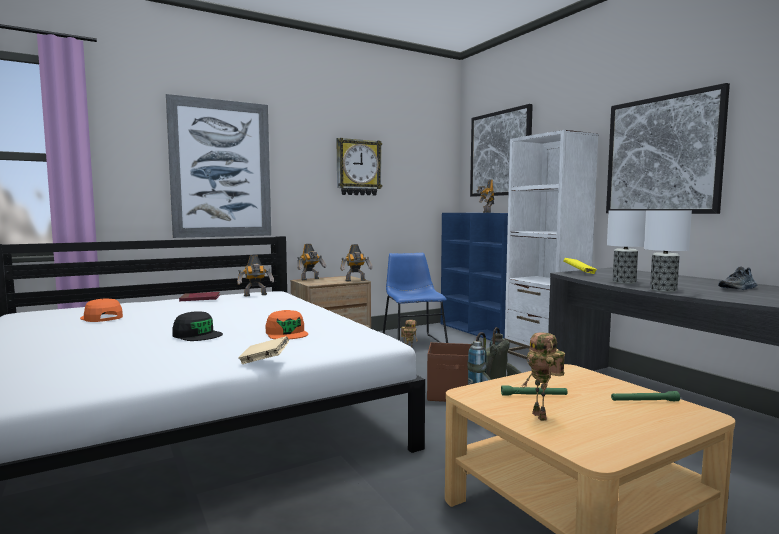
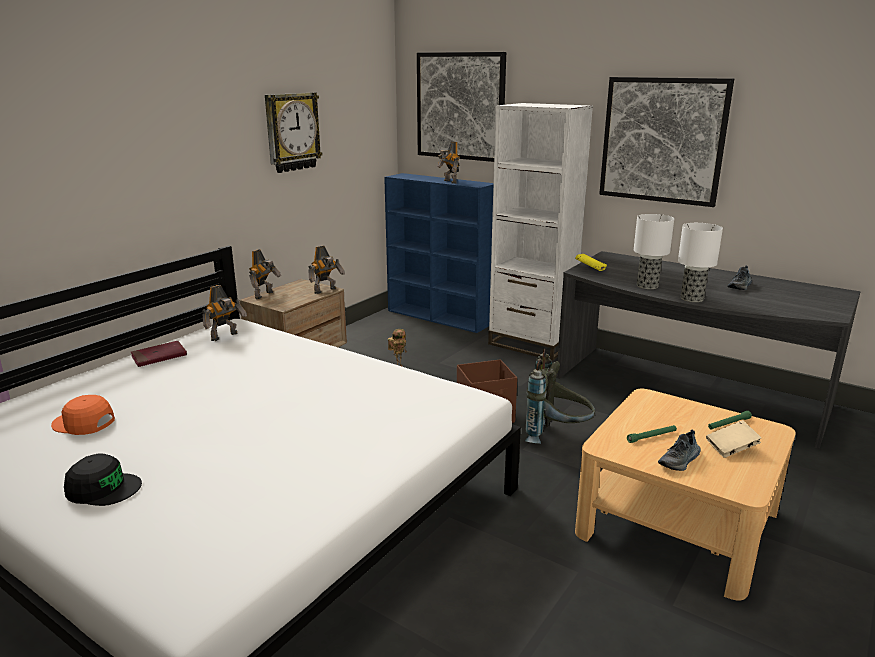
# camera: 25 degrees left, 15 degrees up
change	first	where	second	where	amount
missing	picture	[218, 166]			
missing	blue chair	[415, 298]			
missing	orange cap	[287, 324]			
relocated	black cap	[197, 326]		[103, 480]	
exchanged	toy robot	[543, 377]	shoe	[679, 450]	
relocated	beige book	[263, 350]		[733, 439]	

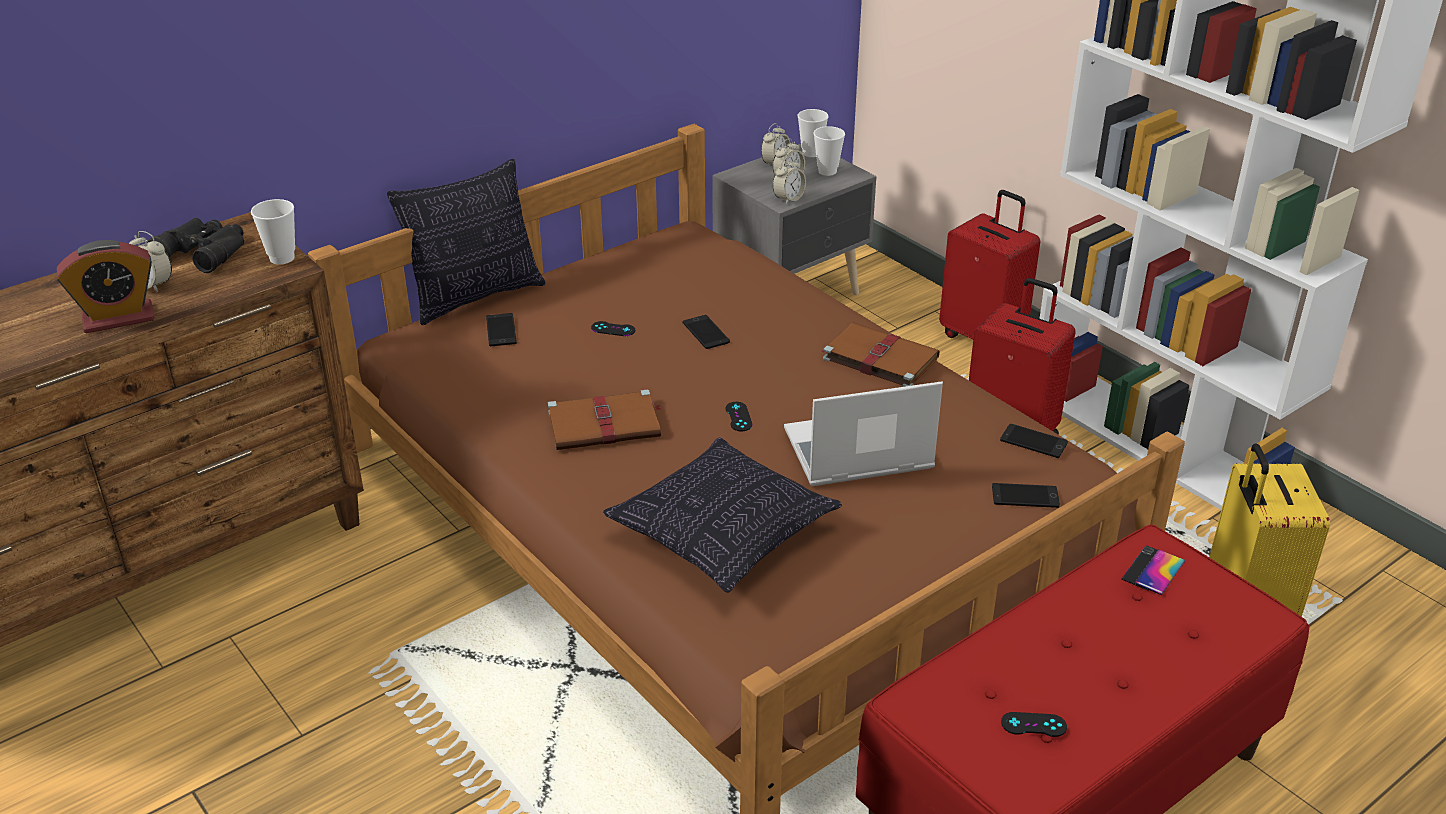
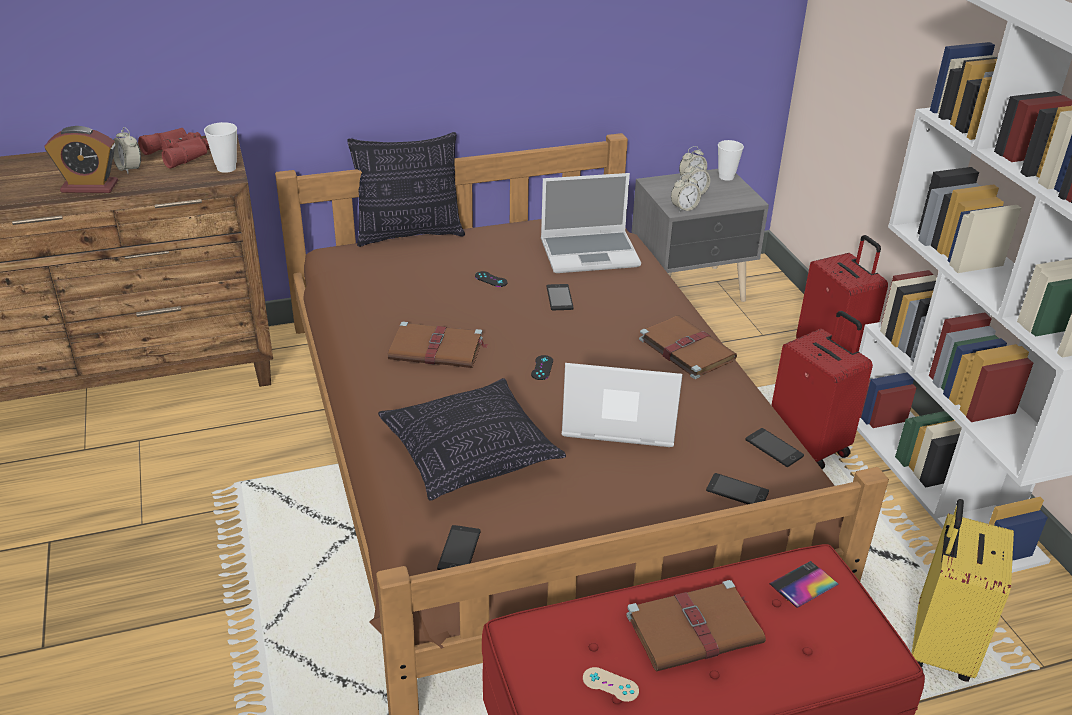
# camera: 20 degrees right, 0 degrees up
change	first	where	second	where	amount
missing	cup	[829, 151]			
colour	black binoculars	[195, 245]	red binoculars	[174, 148]	
relocated	phone	[501, 329]		[459, 547]	
colour	black game controller	[1034, 724]	beige game controller	[611, 684]	
appeared			laptop	[591, 223]	
appeared			brown book	[696, 626]	

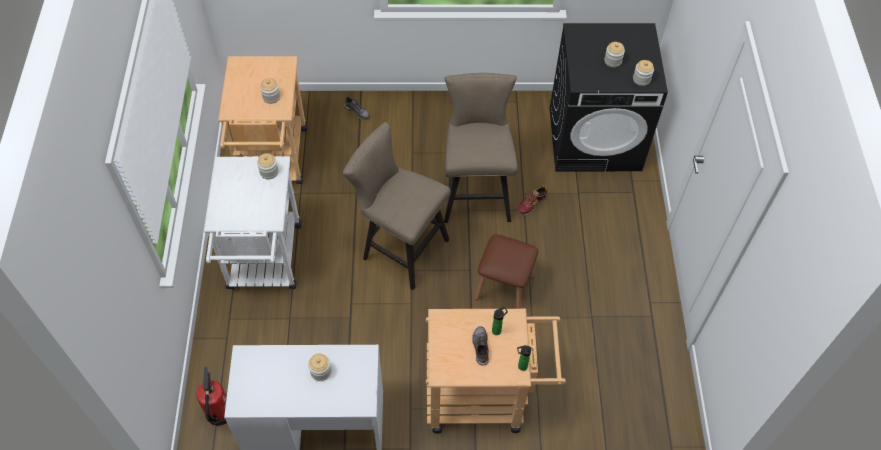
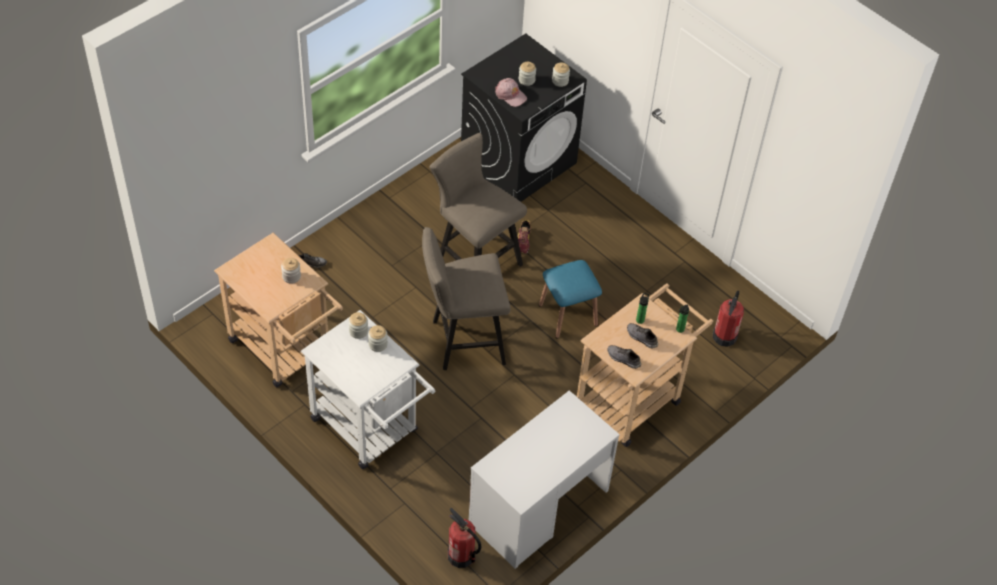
# camera: 45 degrees left, 5 degrees down
change	first	where	second	where	amount
colour	brown stool	[506, 271]	blue stool	[570, 299]	
relocated	jar	[319, 367]		[378, 338]	
appeared			pink cap	[511, 92]	
appeared			fire extinguisher	[728, 319]	
appeared			grey shoe	[624, 357]	

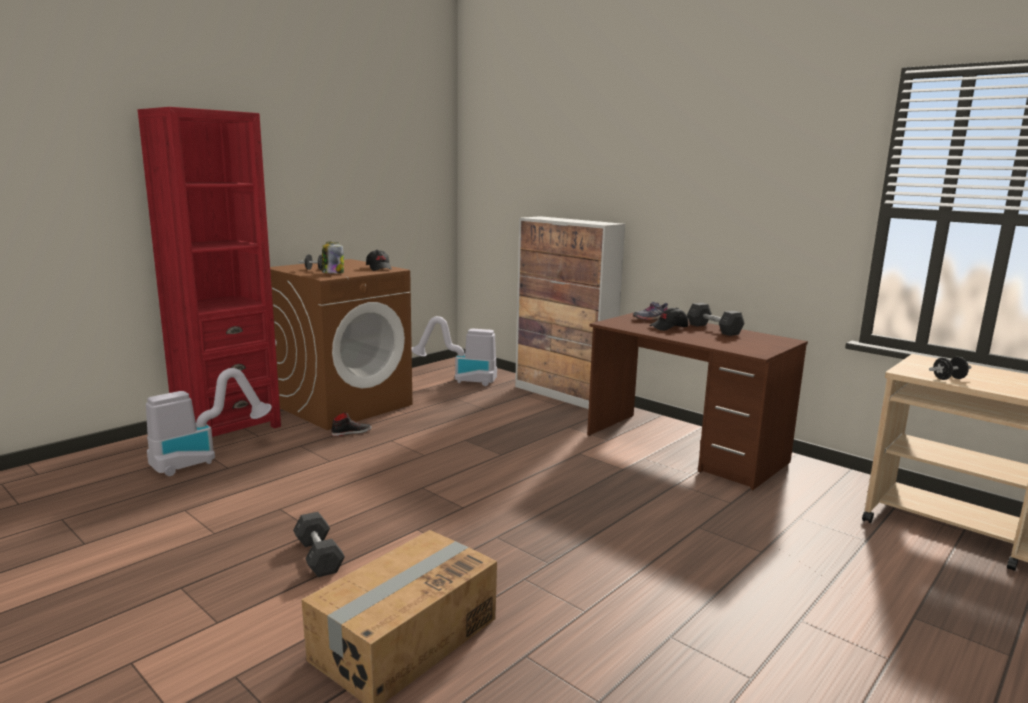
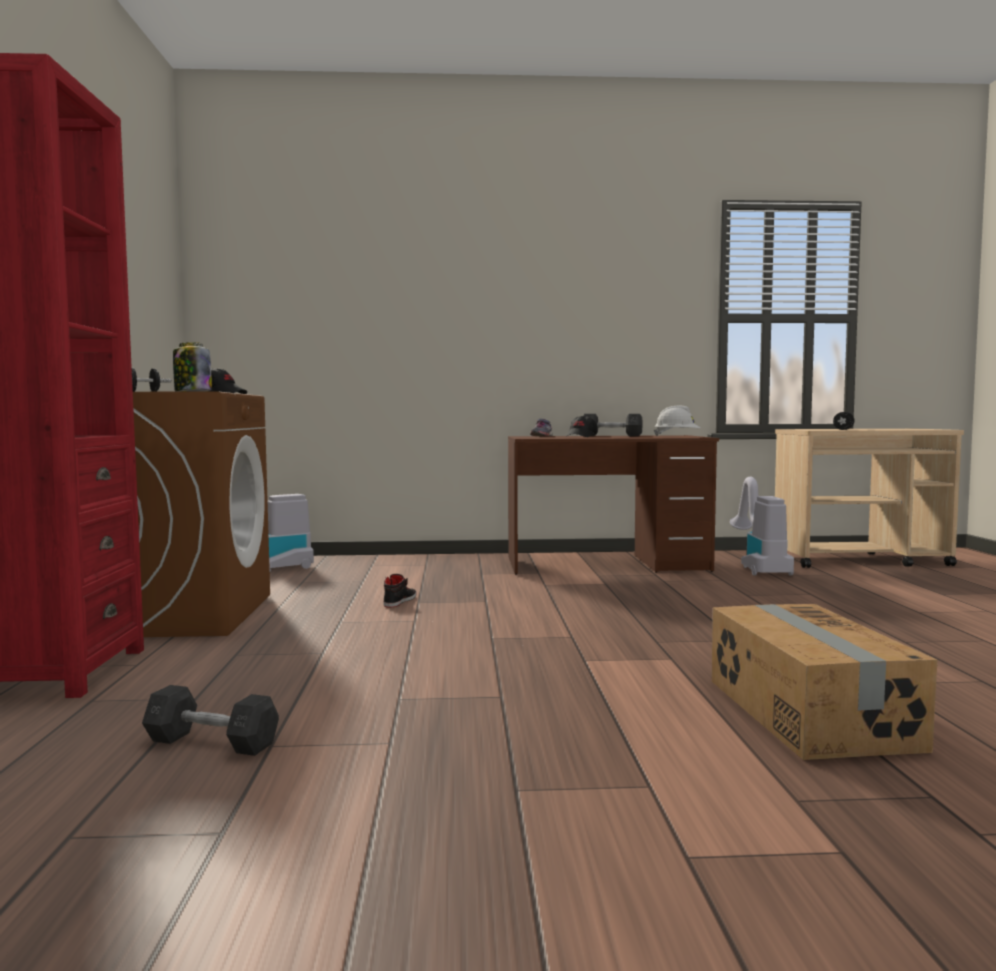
# camera: 45 degrees left, 10 degrees down
change	first	where	second	where	amount
missing	cabinet	[570, 312]			
relocated	vacuum cleaner	[209, 422]		[762, 526]	
relocated	black shoe	[351, 424]		[400, 590]	
relocated	grey dumbbell	[319, 544]		[210, 720]	
appeared			white hard hat	[677, 421]	

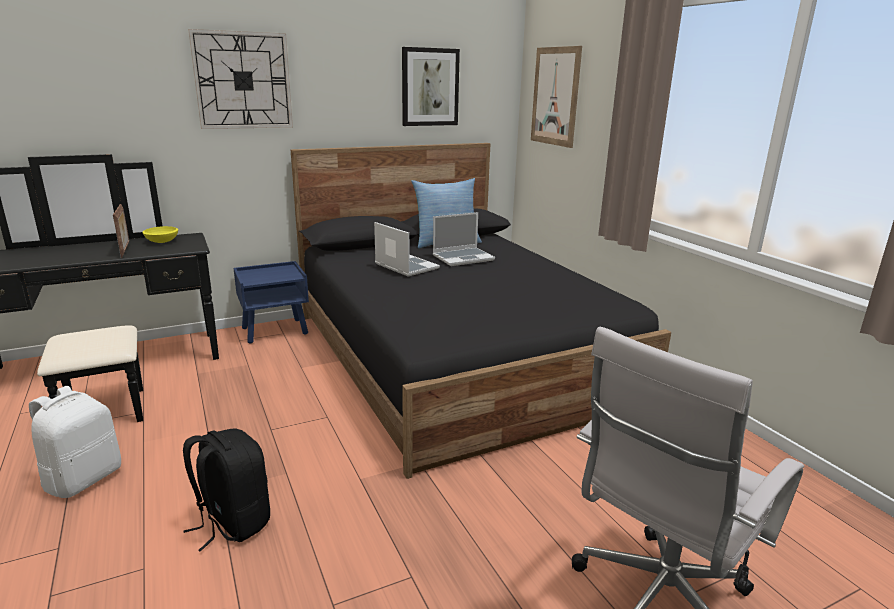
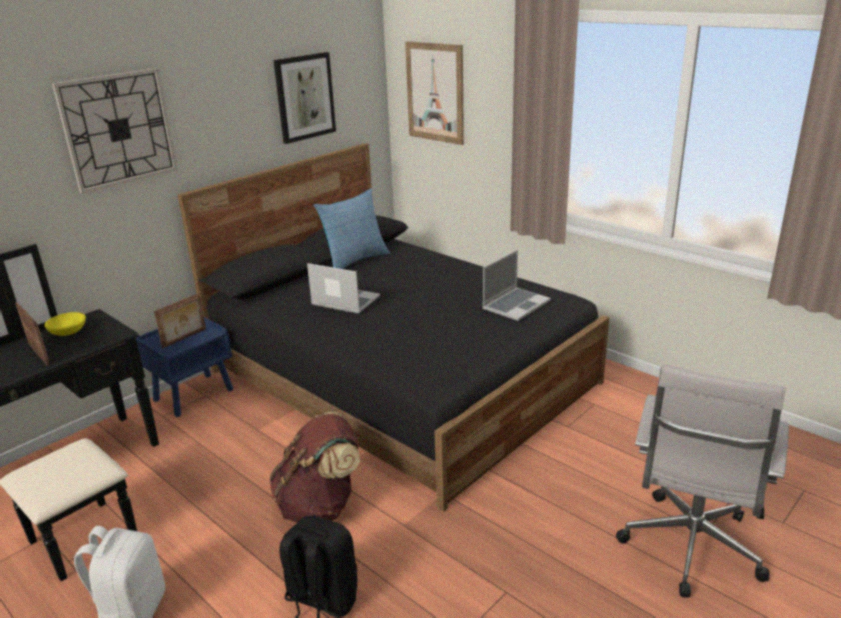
# camera: 20 degrees left, 5 degrees up
change	first	where	second	where	amount
relocated	laptop	[464, 239]		[516, 285]	
appeared			picture frame	[180, 320]	
appeared			brown backpack	[314, 467]	

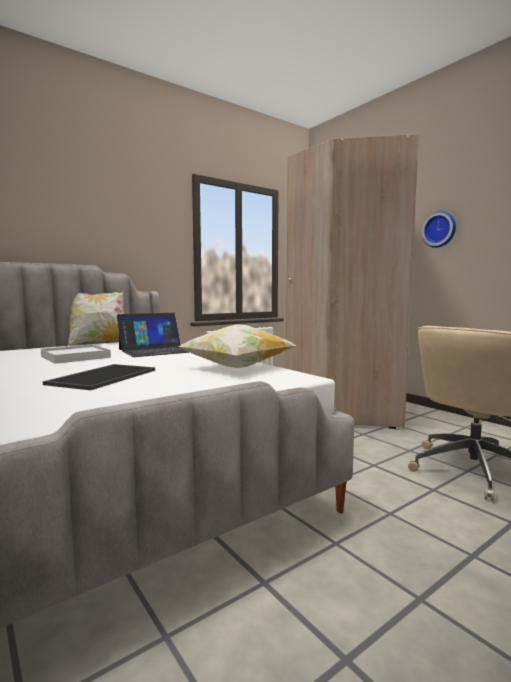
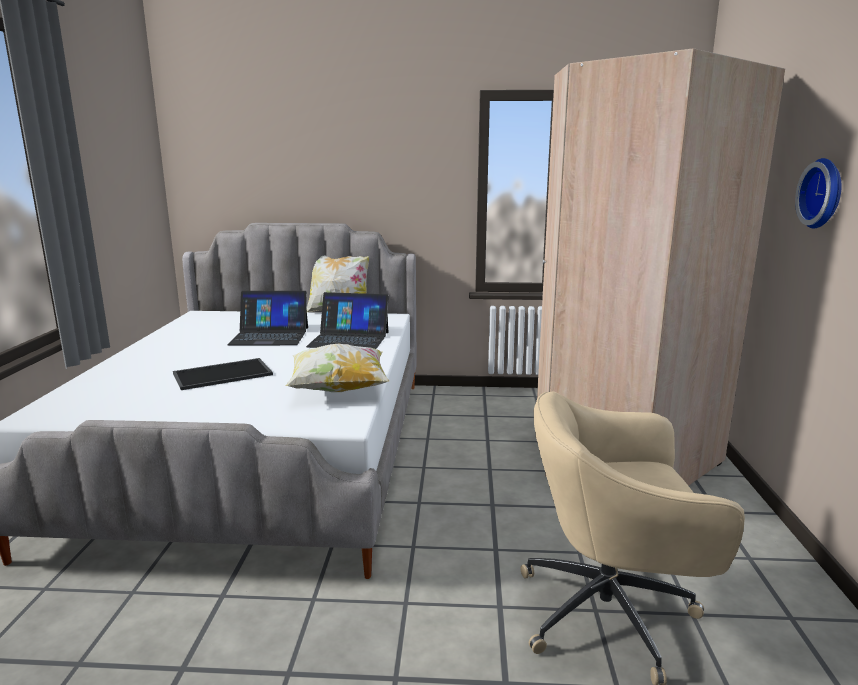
# camera: 40 degrees right, 10 degrees up
change	first	where	second	where	amount
exchanged	white tray	[76, 354]	laptop	[267, 318]	

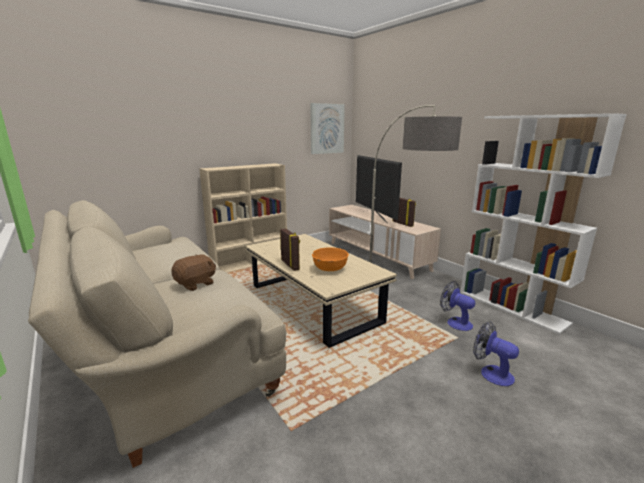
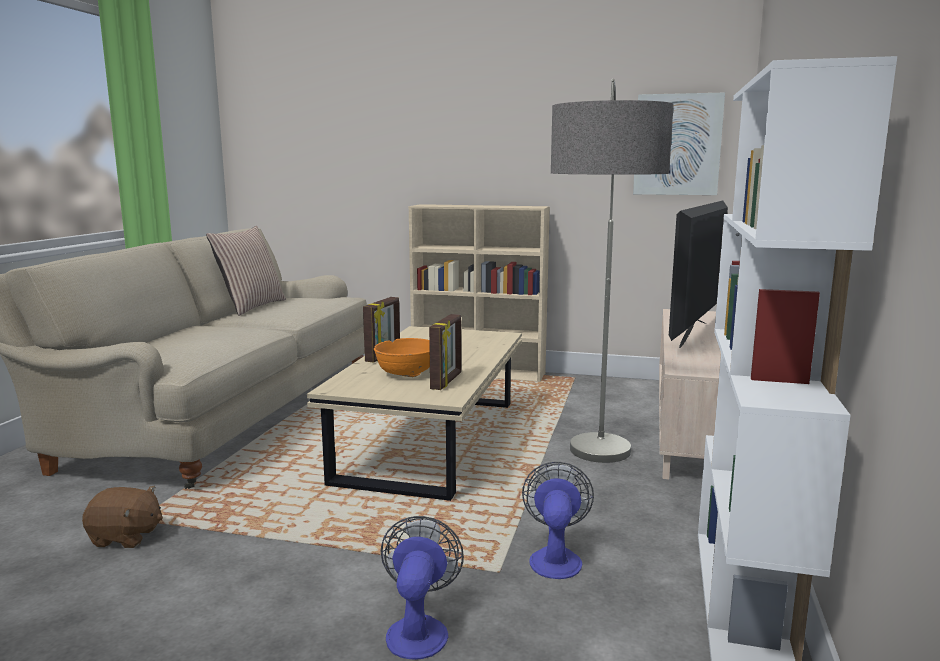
# camera: 50 degrees right, 5 degrees down
change	first	where	second	where	amount
relocated	picture frame	[404, 212]		[445, 352]	
relocated	brown plush toy	[193, 272]		[122, 517]	
appeared			pillow	[246, 271]	

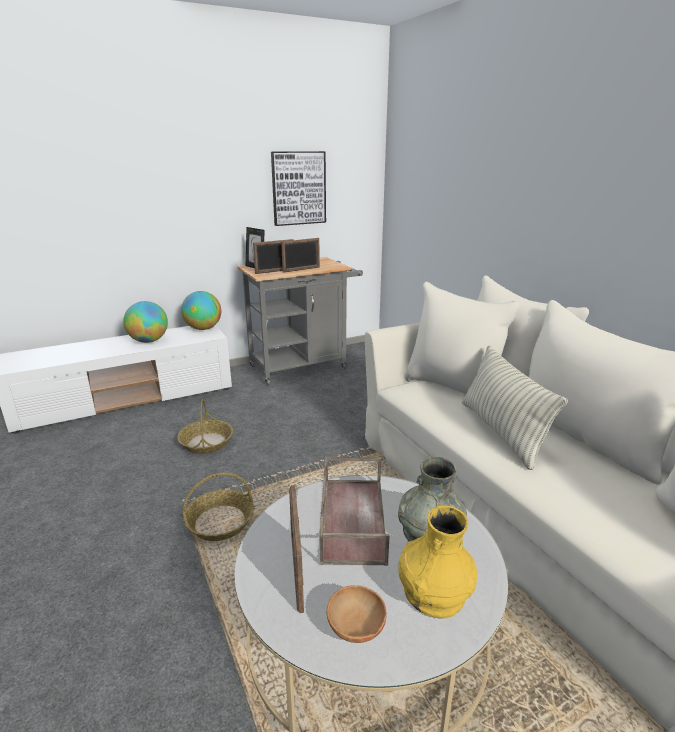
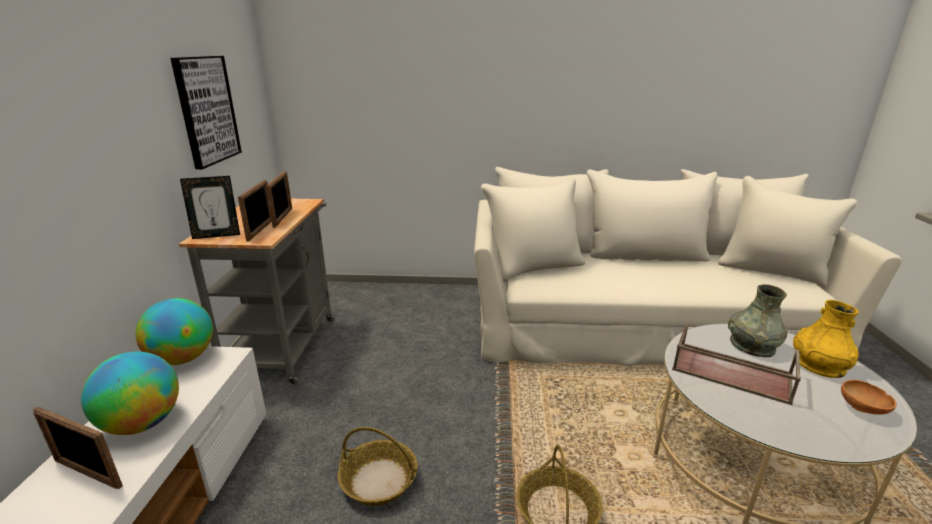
# camera: 60 degrees left, 0 degrees up
change	first	where	second	where	amount
missing	pillow	[515, 407]			
relocated	picture frame	[296, 549]		[78, 448]	

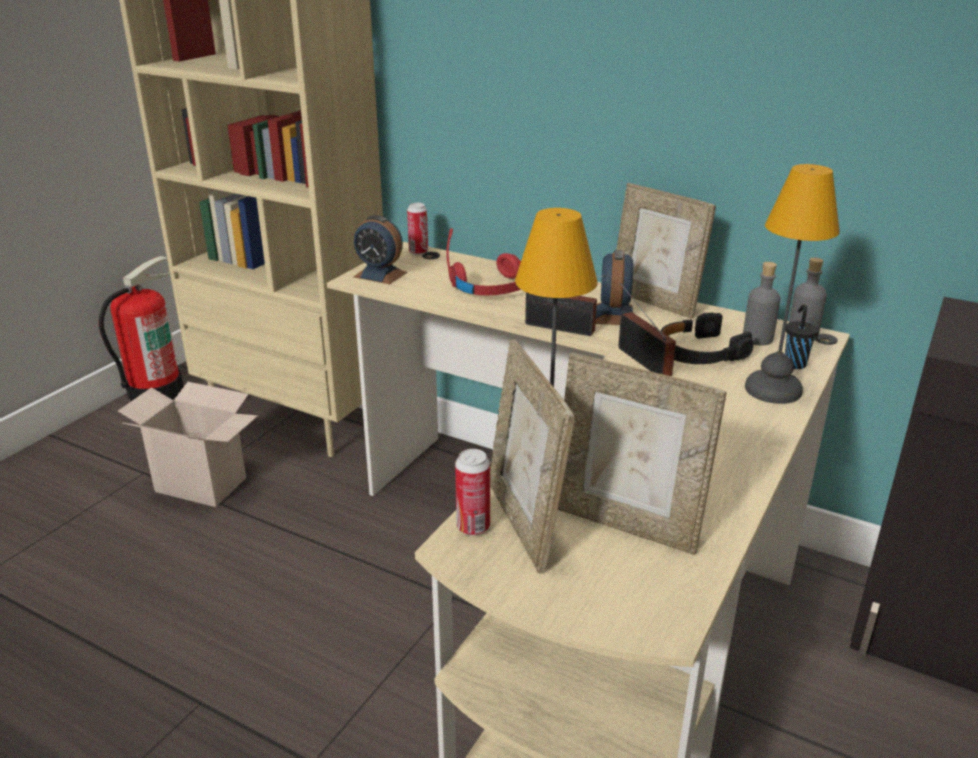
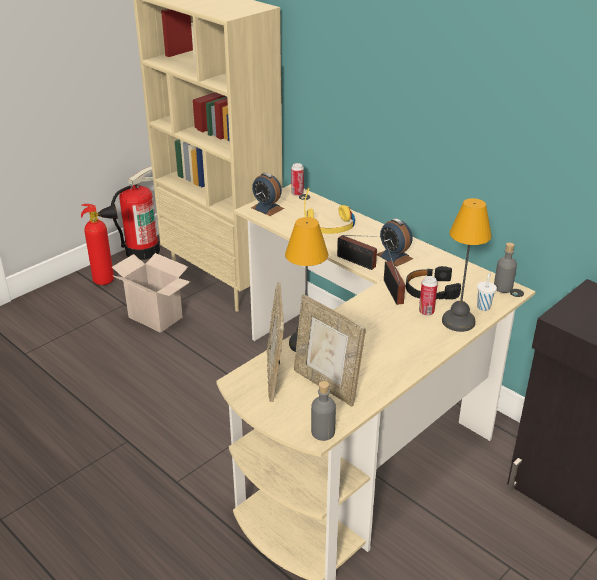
# camera: 15 degrees right, 5 degrees up
change	first	where	second	where	amount
missing	picture frame	[666, 251]			
colour	red headphones	[483, 261]	yellow headphones	[329, 211]	
spun	alarm clock	[614, 287]		[395, 242]	60 degrees counterclockwise
relocated	grey bottle	[761, 303]		[323, 411]	
colour	black cup	[801, 336]	white cup	[487, 292]	
relocated	can	[472, 492]		[428, 296]	
appeared			fire extinguisher	[99, 244]	

